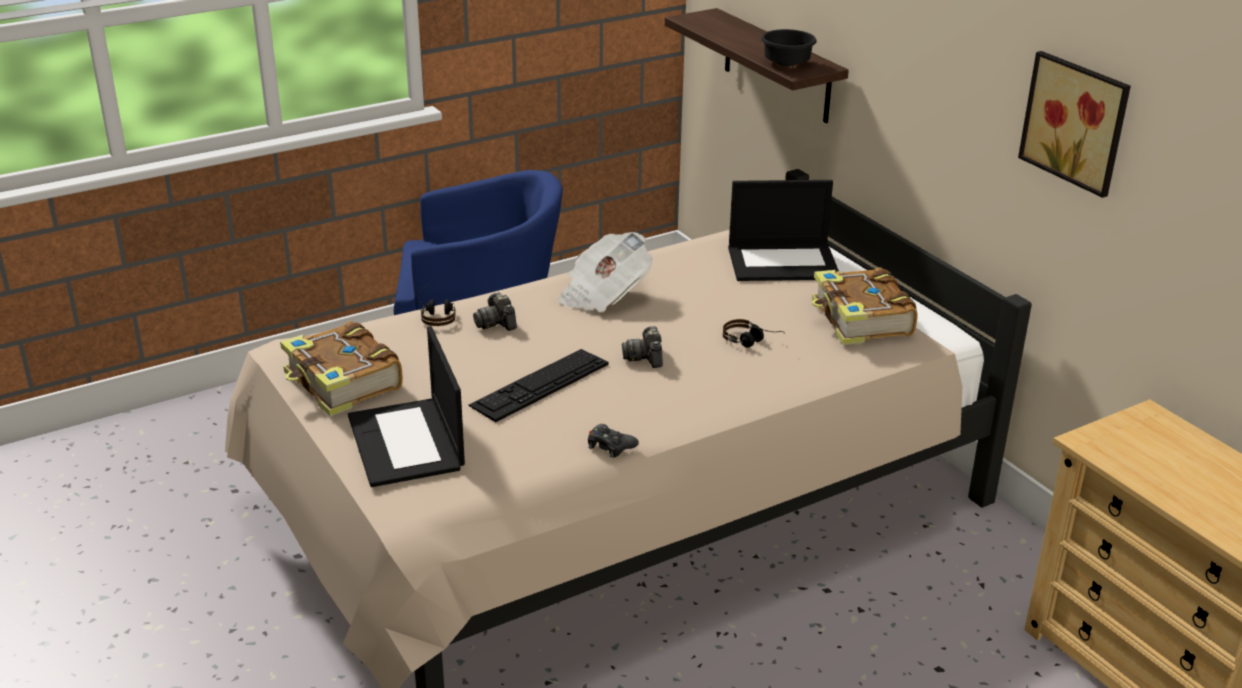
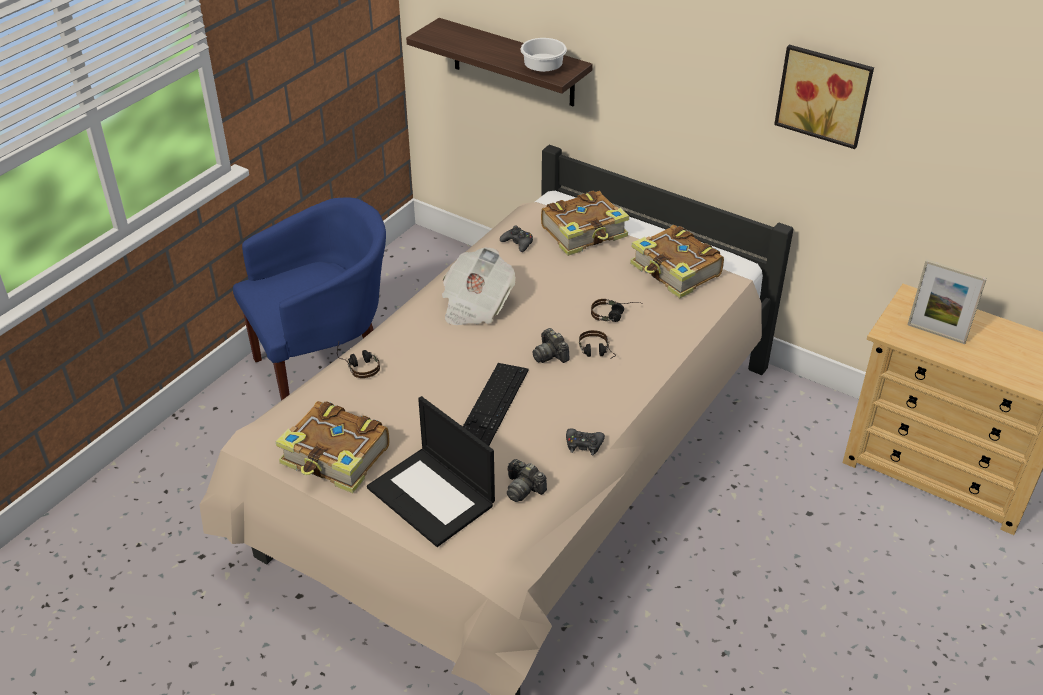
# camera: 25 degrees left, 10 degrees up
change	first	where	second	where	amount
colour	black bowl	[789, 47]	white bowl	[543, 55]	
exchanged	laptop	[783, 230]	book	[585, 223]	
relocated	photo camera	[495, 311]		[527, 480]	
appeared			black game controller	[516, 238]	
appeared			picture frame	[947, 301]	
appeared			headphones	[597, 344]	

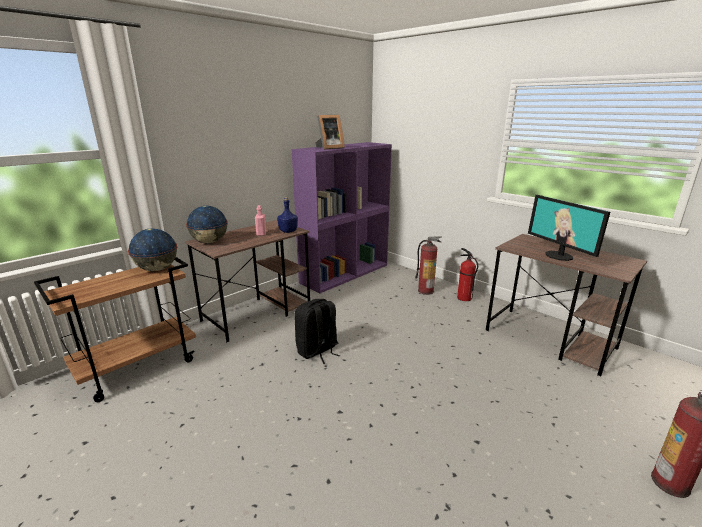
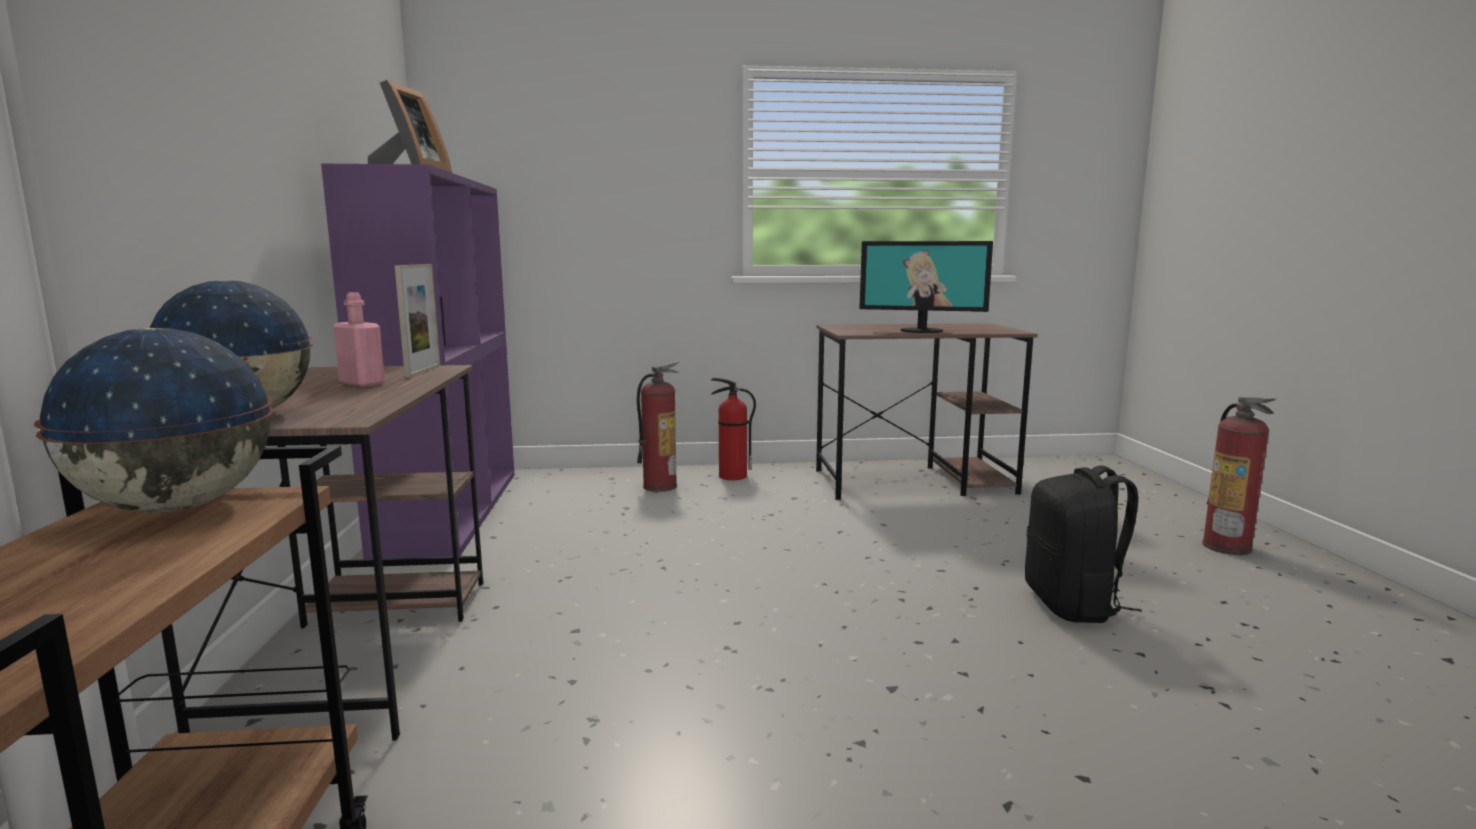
# camera: 50 degrees left, 10 degrees down
change	first	where	second	where	amount
exchanged	blue bottle	[287, 215]	picture frame	[417, 321]	
relocated	black backpack	[317, 331]		[1083, 544]	

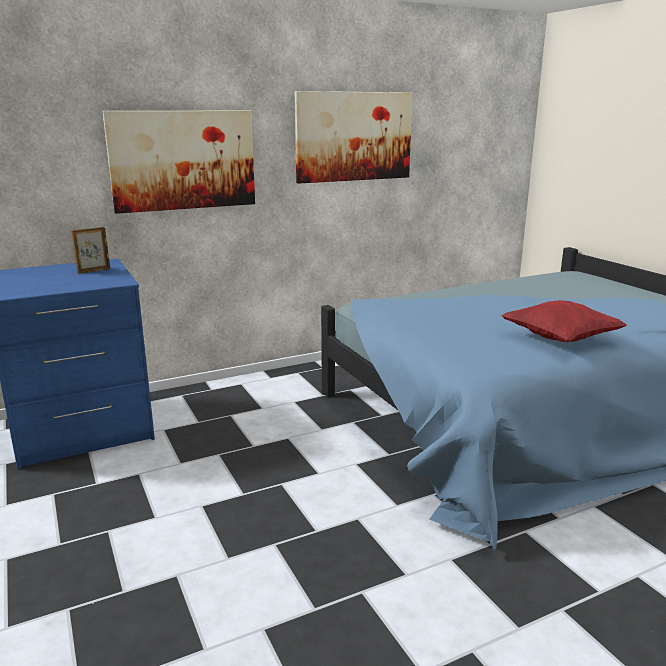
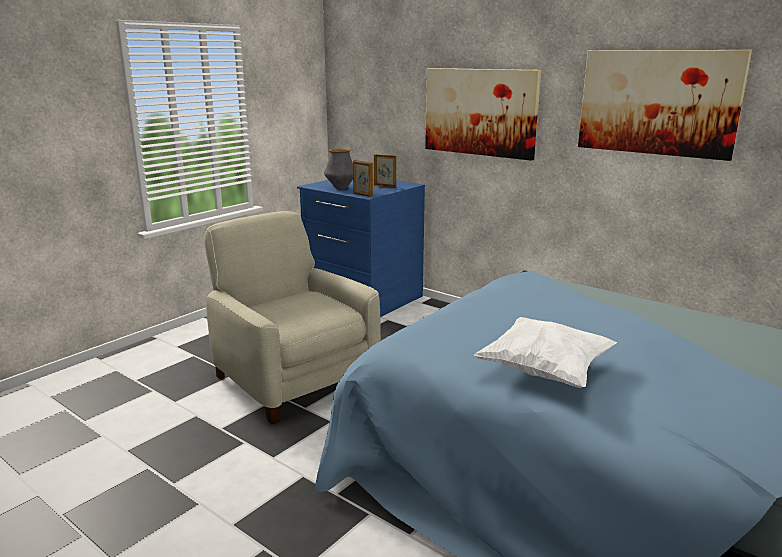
# camera: 65 degrees right, 0 degrees up
change	first	where	second	where	amount
colour	red pillow	[564, 321]	white pillow	[545, 352]	
appeared			vase	[338, 169]	
appeared			picture frame	[363, 178]	
appeared			beige armchair	[292, 318]	

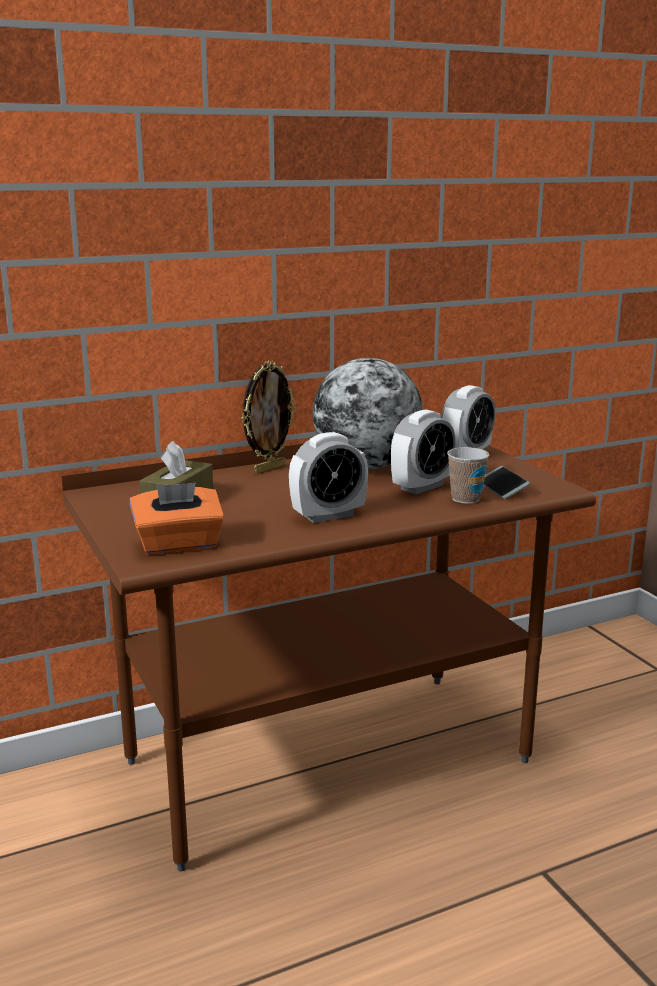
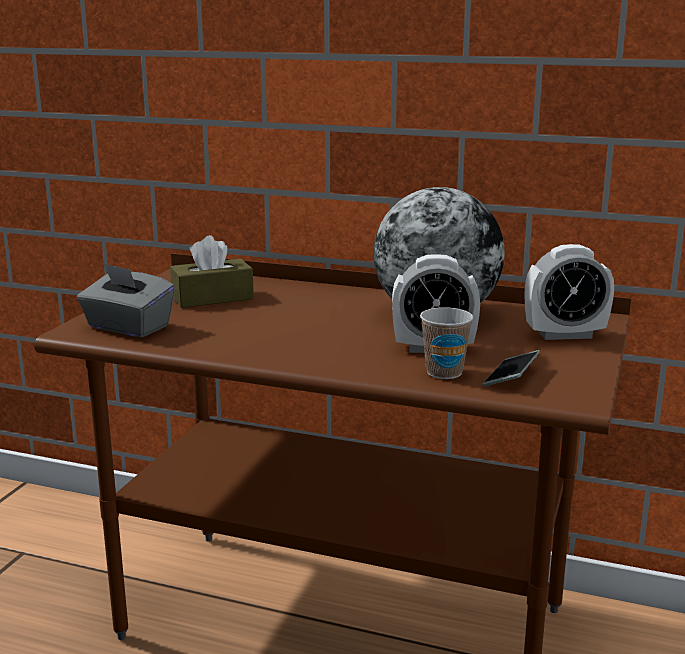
# camera: 45 degrees right, 0 degrees up
change	first	where	second	where	amount
missing	picture frame	[269, 417]			
missing	alarm clock	[328, 477]			
colour	orange tissue box	[176, 518]	grey tissue box	[126, 300]	

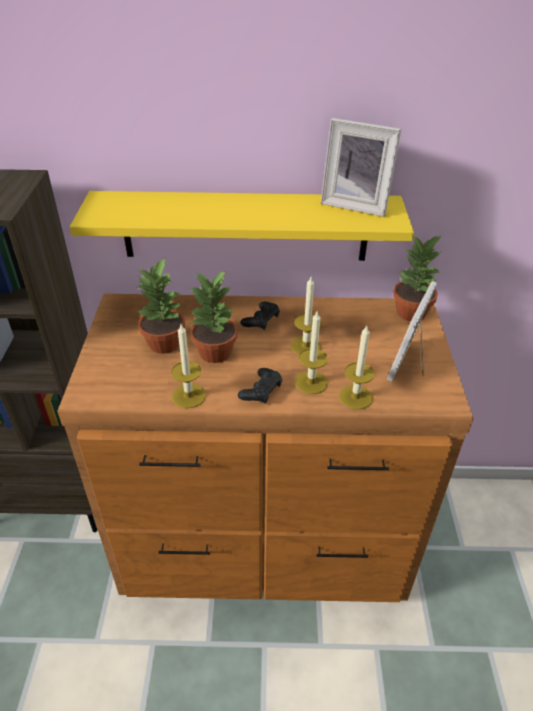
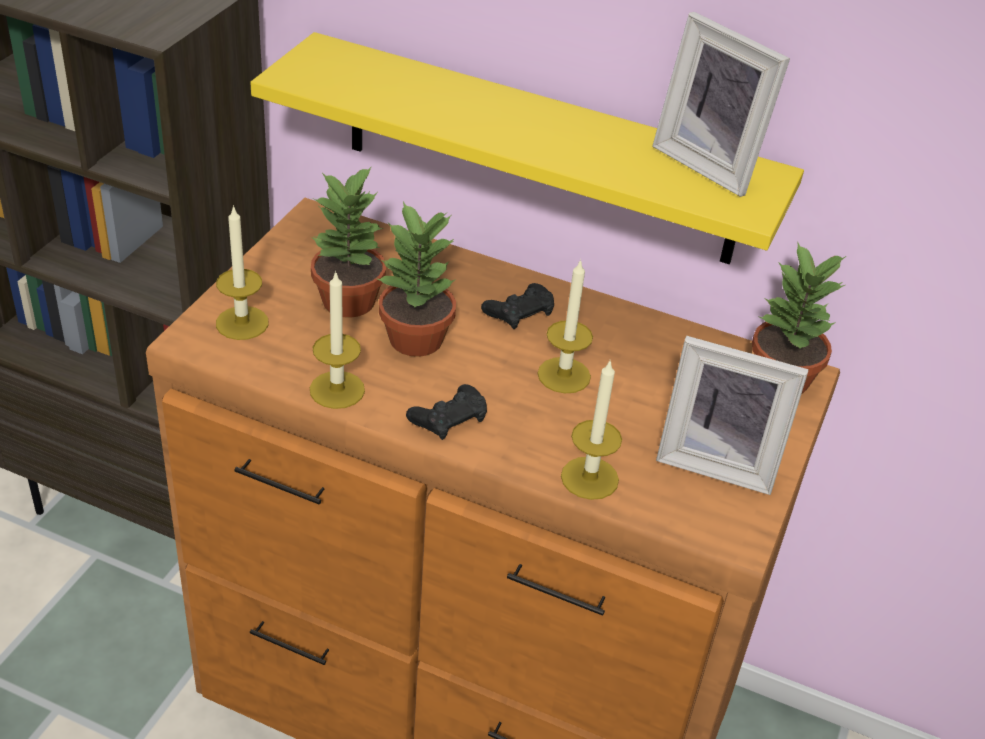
# camera: 20 degrees right, 0 degrees up
change	first	where	second	where	amount
spun	picture frame	[412, 331]		[732, 415]	120 degrees counterclockwise
relocated	candle	[311, 353]		[242, 272]	

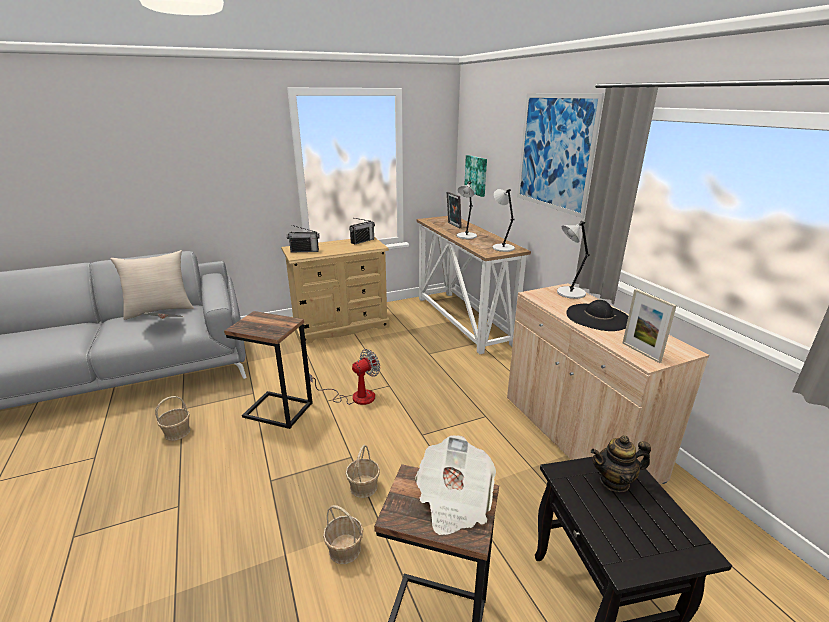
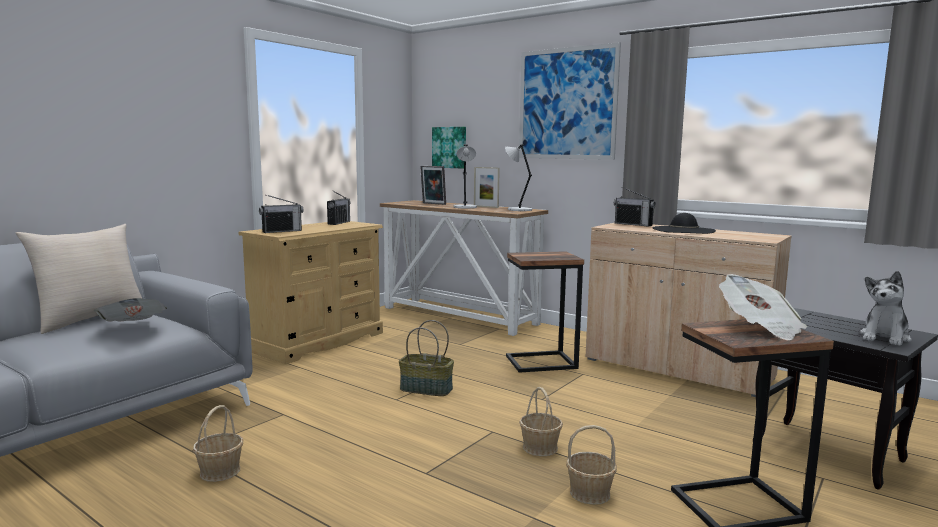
# camera: 30 degrees left, 15 degrees down
change	first	where	second	where	amount
exchanged	grey table lamp	[573, 260]	radio	[635, 207]	
relocated	picture frame	[650, 326]		[487, 187]	
relocated	side table	[268, 370]		[545, 312]	
exchanged	fan	[344, 377]	basket	[426, 358]	
missing	teapot	[621, 464]			
appeared			plush toy	[886, 308]	

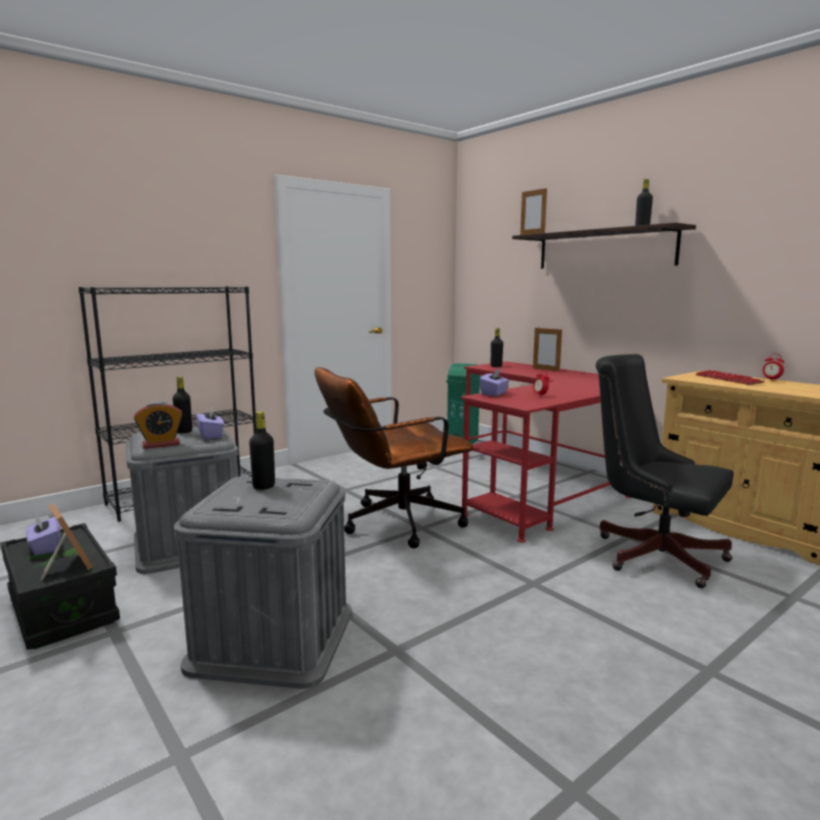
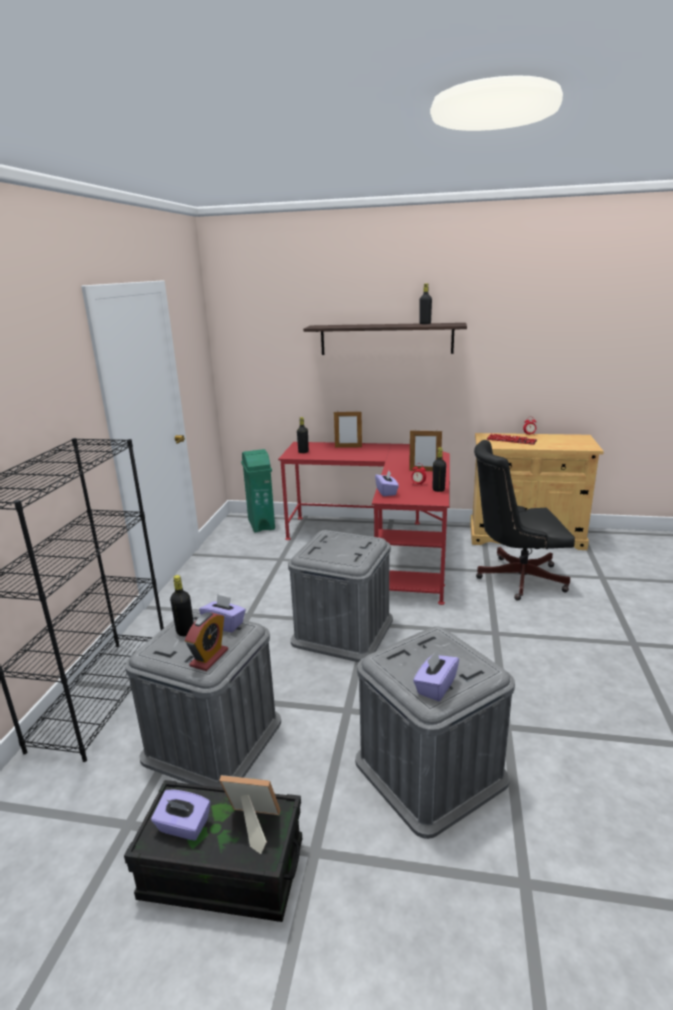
# camera: 40 degrees left, 10 degrees up
change	first	where	second	where	amount
relocated	picture frame	[533, 211]		[425, 450]	
exchanged	brown office chair	[393, 458]	grey storage box	[340, 596]	
relocated	black bottle	[262, 451]		[439, 469]	
appeared			purple tissue box	[436, 675]	

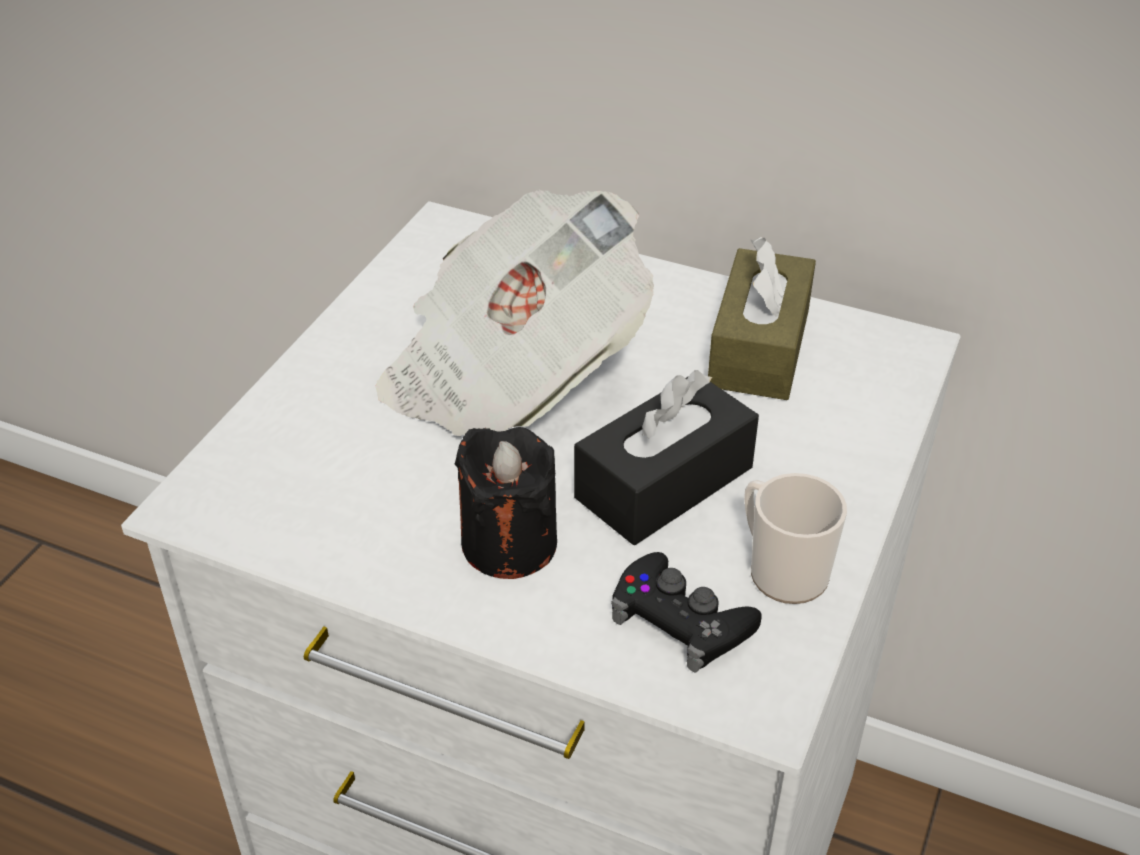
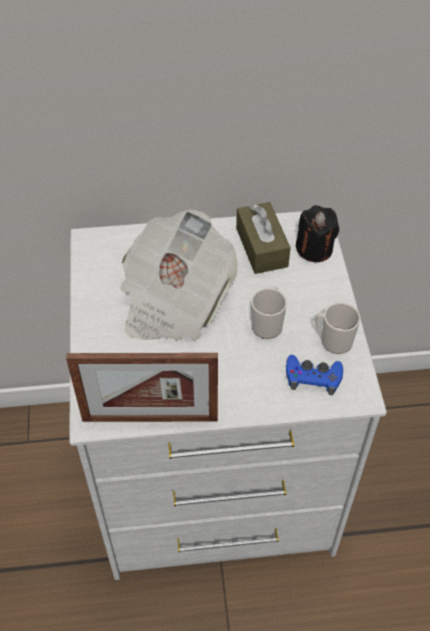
# camera: 30 degrees left, 10 degrees up
change	first	where	second	where	amount
exchanged	black tissue box	[666, 457]	mug	[269, 312]	
relocated	black candle	[506, 503]		[317, 233]	
colour	black game controller	[686, 612]	blue game controller	[314, 375]	
appeared			picture frame	[142, 387]	

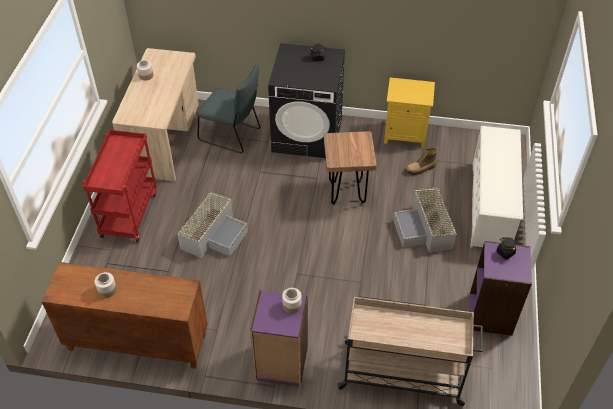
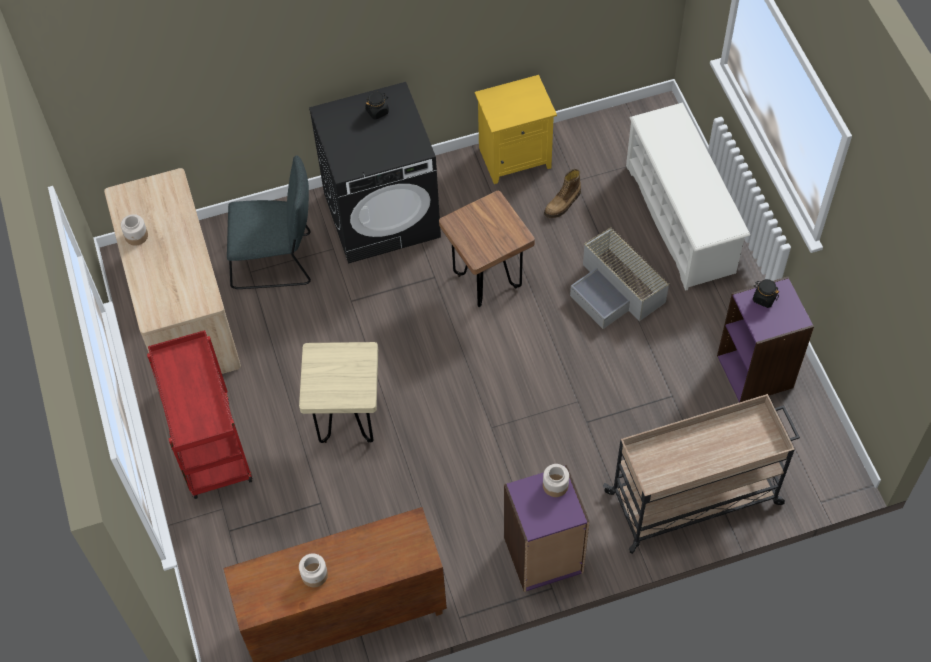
# camera: 25 degrees left, 10 degrees up
change	first	where	second	where	amount
exchanged	grey storage box	[212, 225]	beige stool	[338, 392]	

